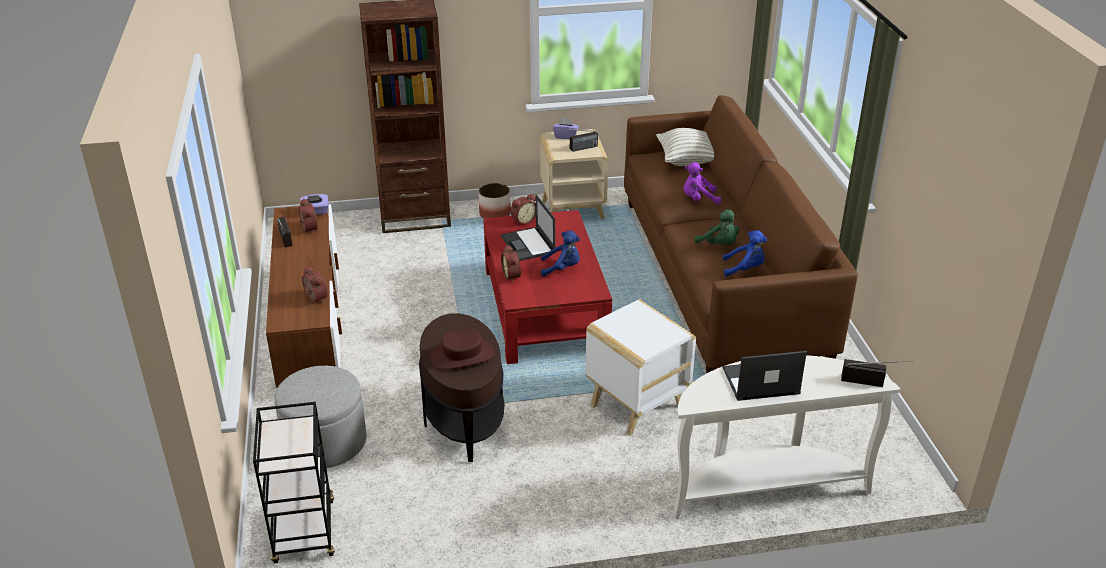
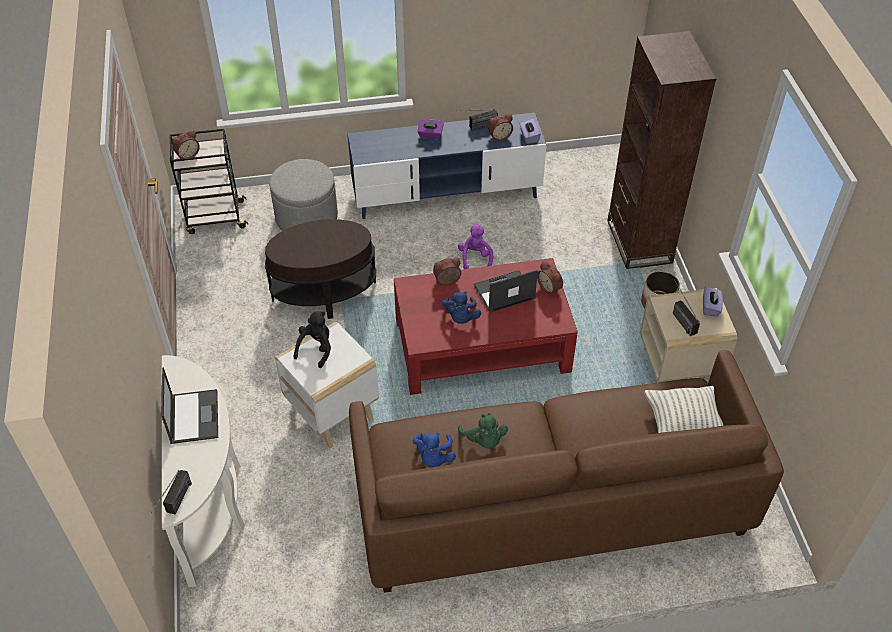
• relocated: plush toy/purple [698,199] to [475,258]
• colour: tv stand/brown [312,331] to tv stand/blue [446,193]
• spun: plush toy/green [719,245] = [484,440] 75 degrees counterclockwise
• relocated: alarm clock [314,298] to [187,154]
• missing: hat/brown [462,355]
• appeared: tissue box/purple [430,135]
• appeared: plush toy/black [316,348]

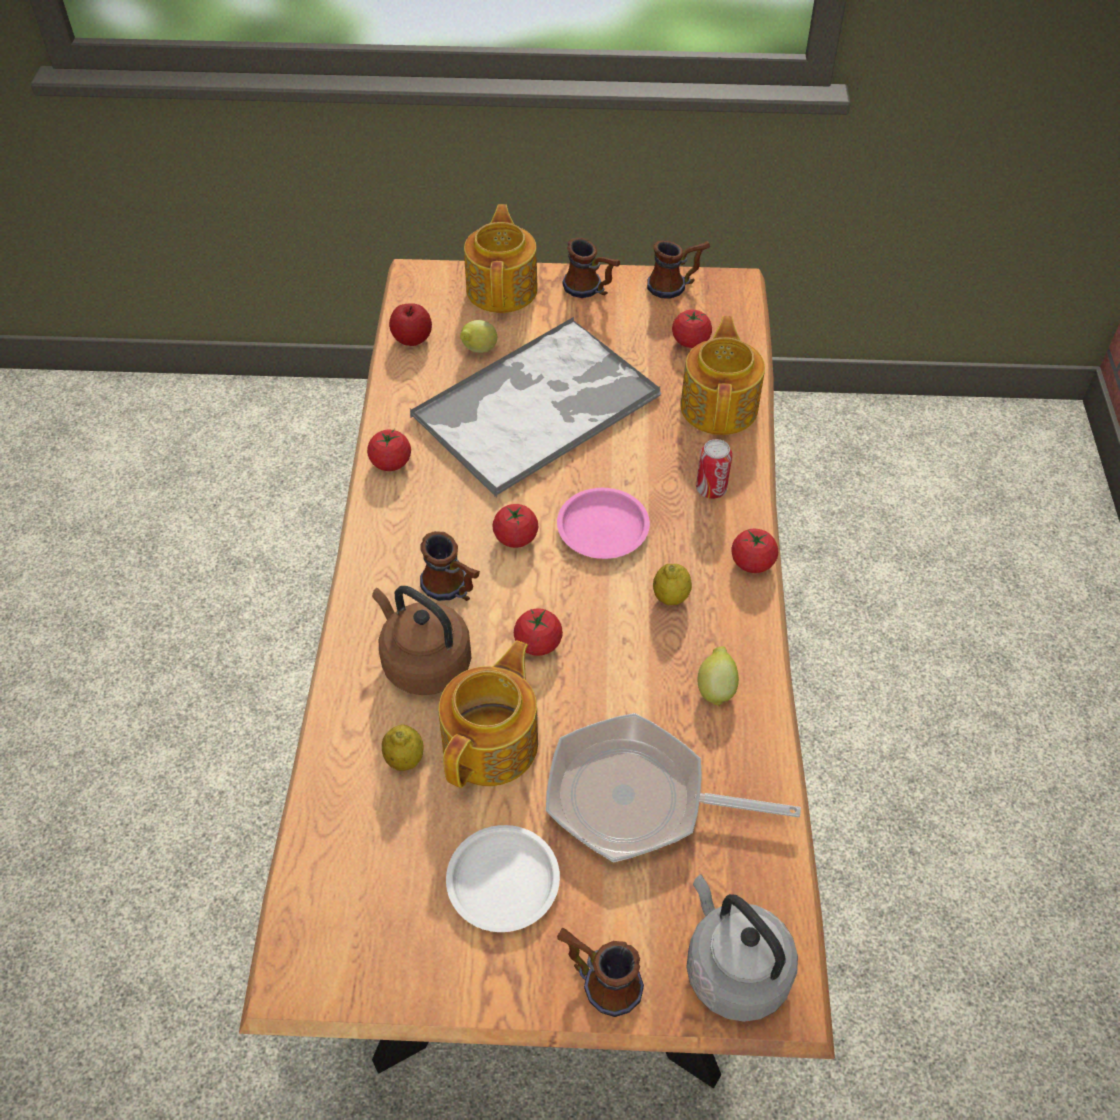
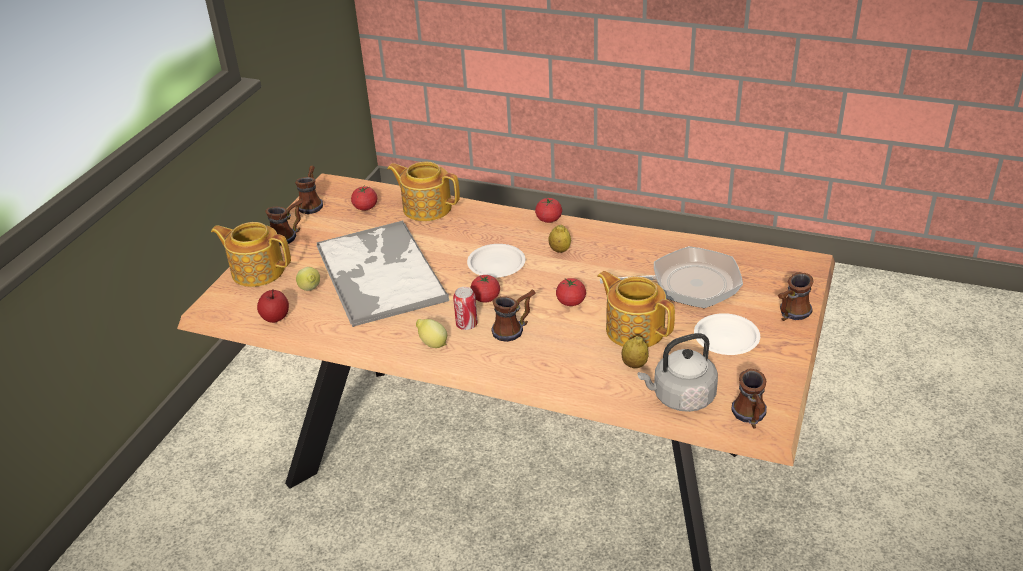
• missing: tomato [391,462]
• relocated: can [711,489] to [466,325]
• colour: plate/pink [603,529] to plate/white [497,265]
• missing: kettle/brown [423,662]
• relocated: lemon [716,688] to [432,344]
• spun: frying pan [638,799] = [688,284] 120 degrees counterclockwise
• relocated: kettle/grey [733,968] to [680,397]
• appeared: mug [750,418]

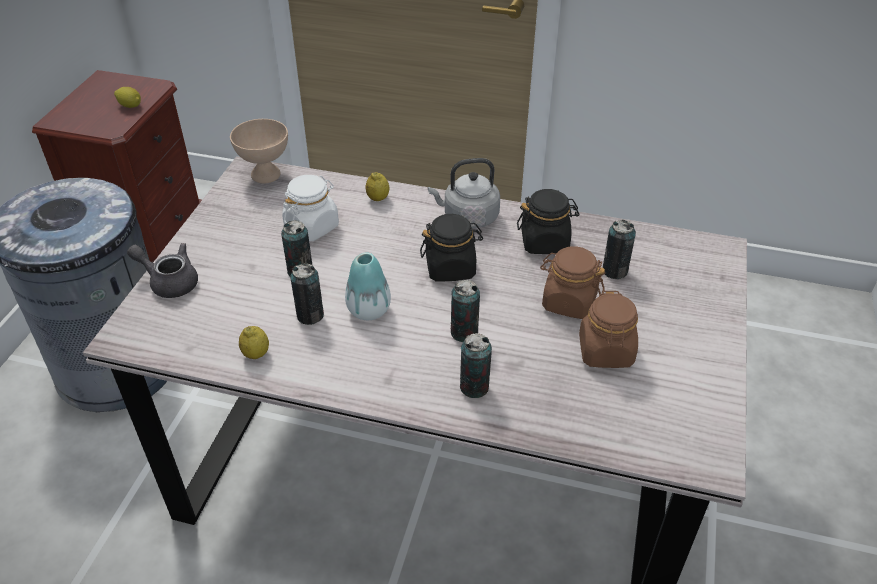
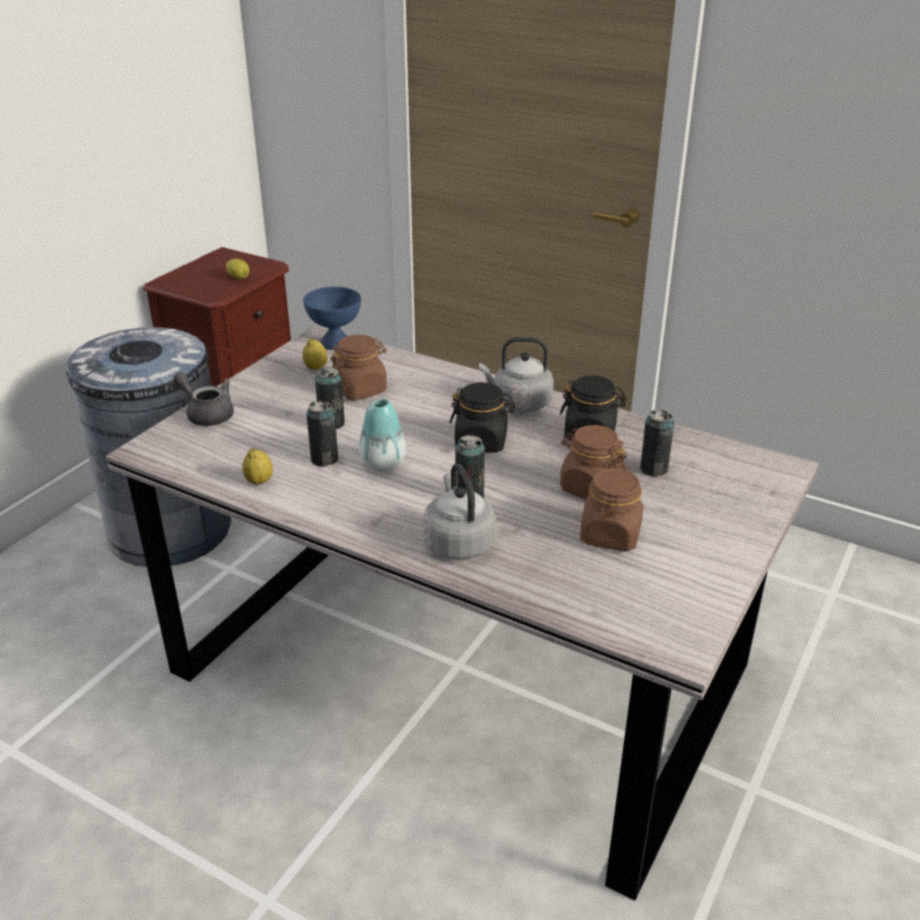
• colour: bowl/beige [266,175] to bowl/blue [335,343]
• relocated: lemon [378,198] to [316,368]
• colour: jar/white [312,227] to jar/brown [360,390]
• exchanged: can [474,387] to kettle/grey [458,542]

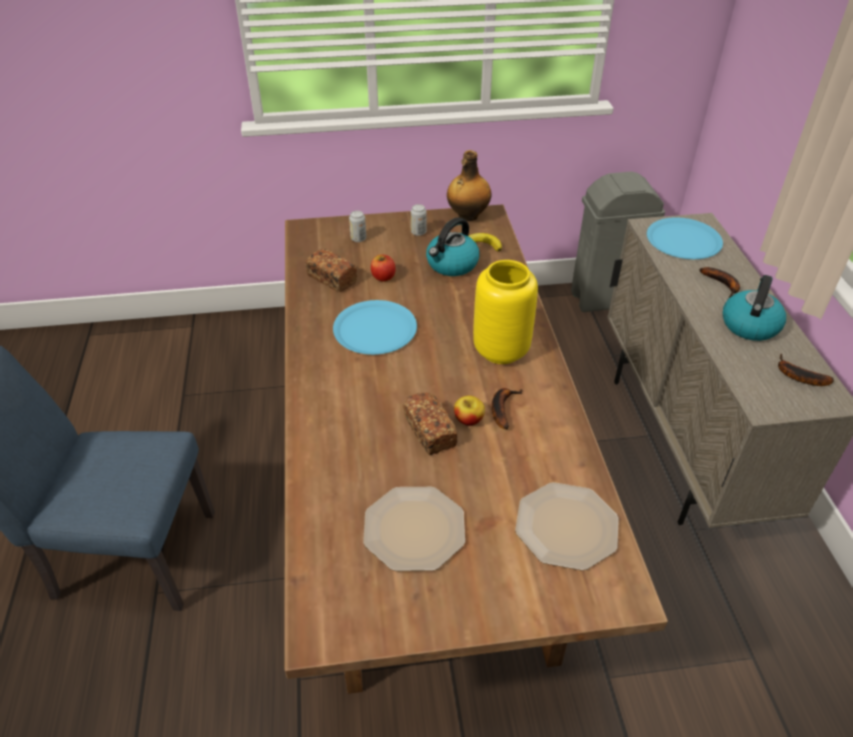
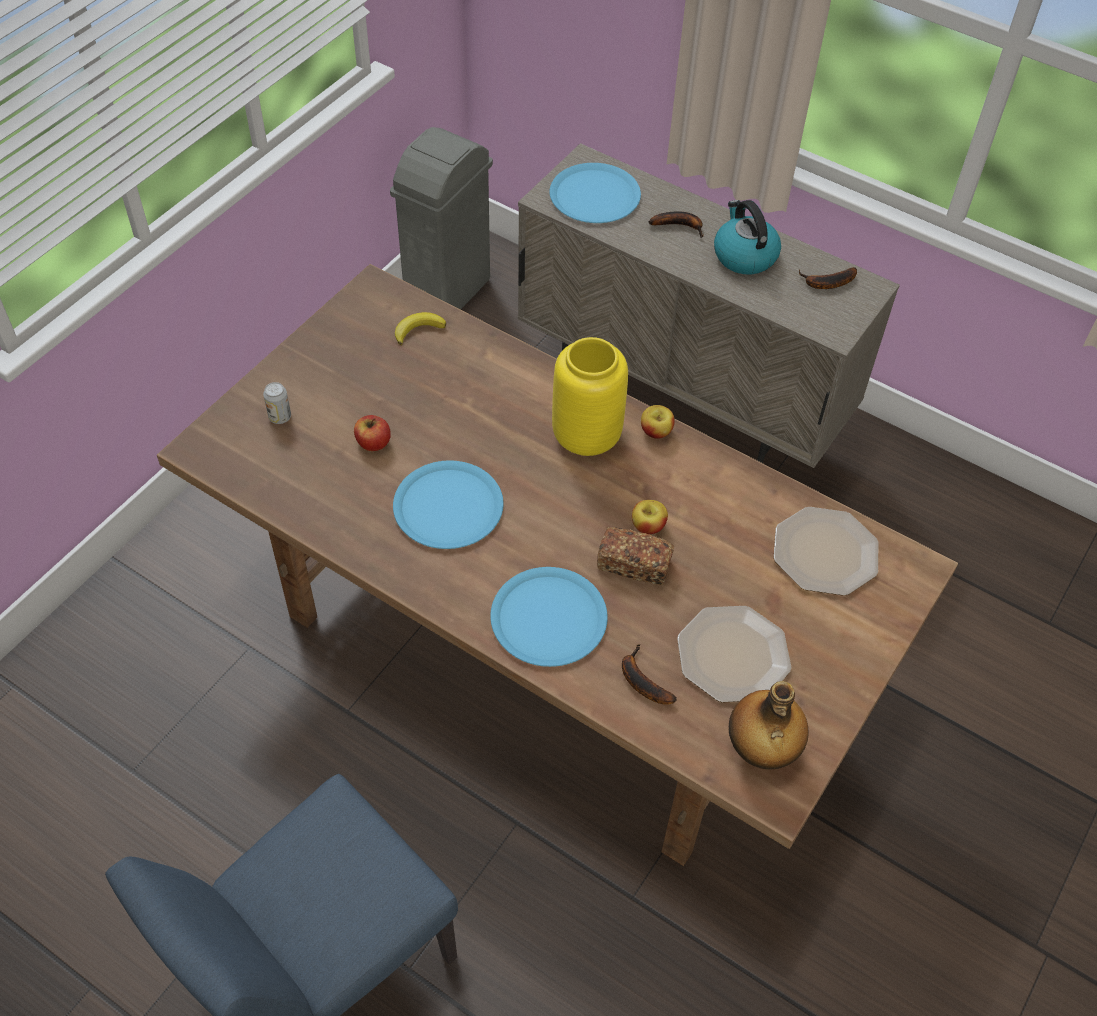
• relocated: bottle [467,216] to [760,750]
• missing: can [418,232]
• missing: kettle [451,265]
• missing: bread [331,279]
• relocated: banana [502,408] to [641,680]
• appeared: apple [656,431]
• appeared: plate/blue [548,618]

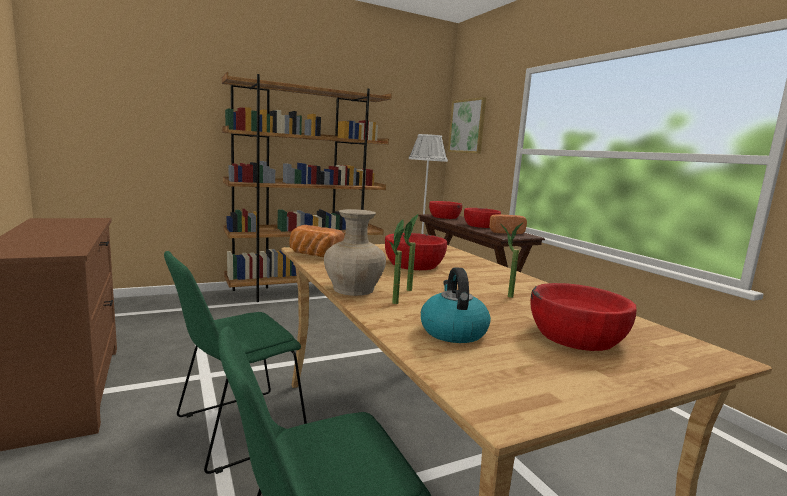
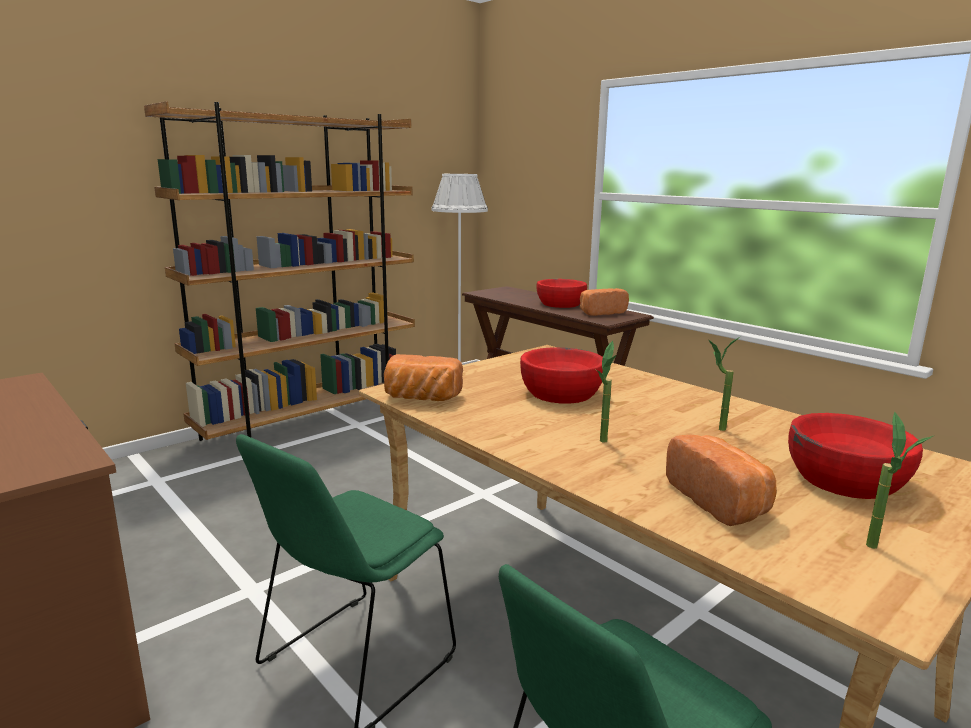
• missing: picture [467,126]
• missing: bowl/red [444,217]
• missing: vase/beige [353,289]
• relocated: potted plant [394,305] to [879,551]
• exchanged: kettle [452,331] to bread [720,501]

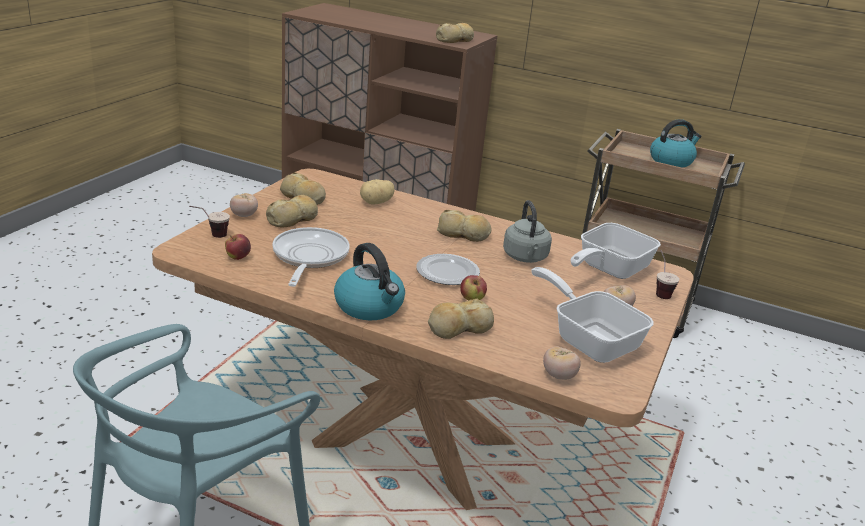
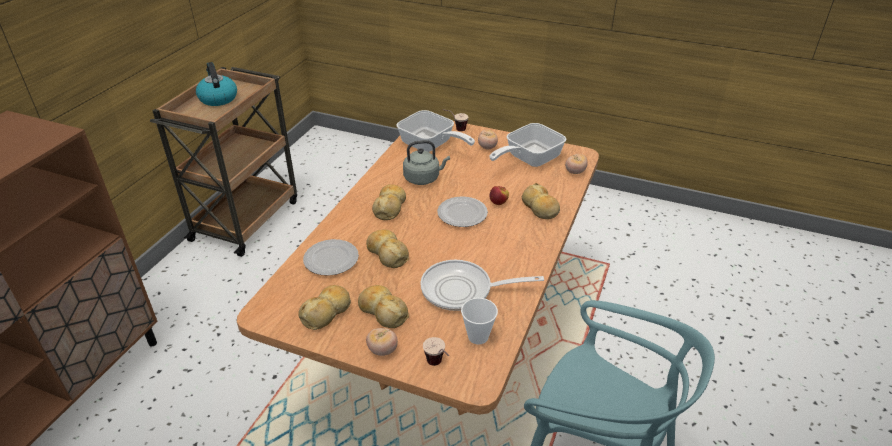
• relocated: bread [455,40] to [387,253]
• exchanged: potato [377,203] to plate [331,259]
• exchanged: apple [238,257] to cup [478,336]
• missing: kettle [370,306]

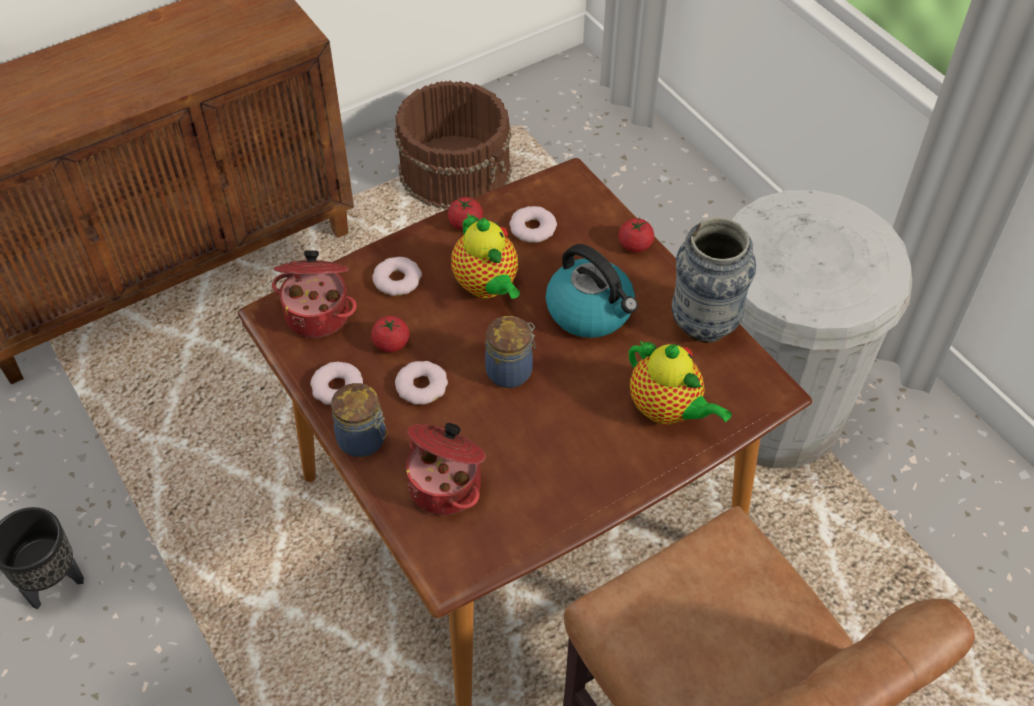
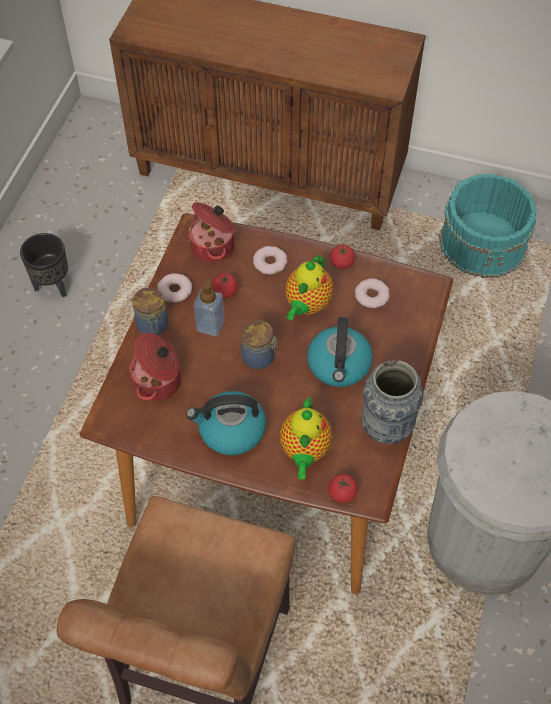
• colour: bucket/brown [456,171] to bucket/turquoise [483,243]
• relocated: tomato [635,245] to [342,493]
• exchanged: donut [422,386] to soap dispenser [210,325]
• appeared: kettle [231,431]

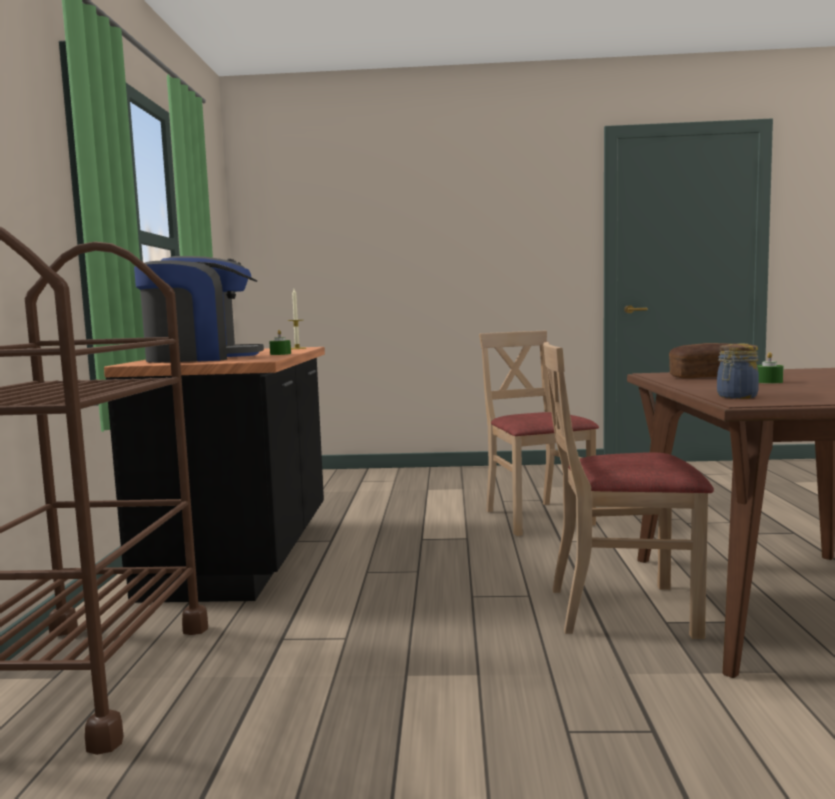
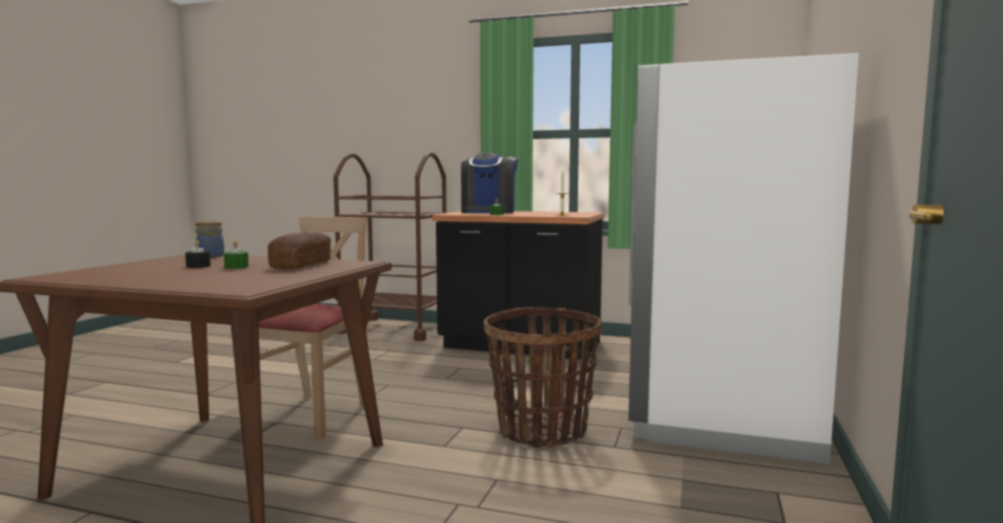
• exchanged: chair/beige [536,518] to basket [542,431]
• appeared: fridge/white [720,414]
• appeared: candle/black [198,266]

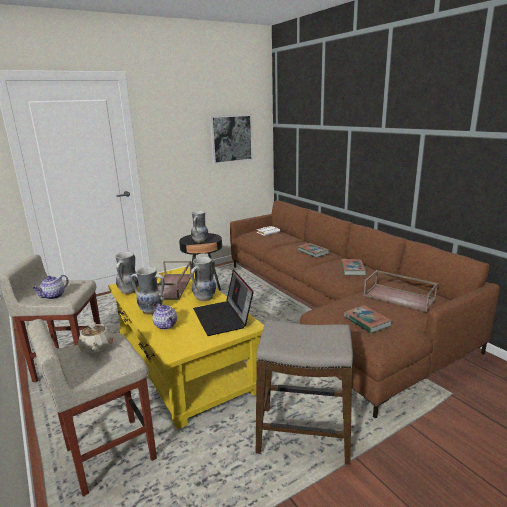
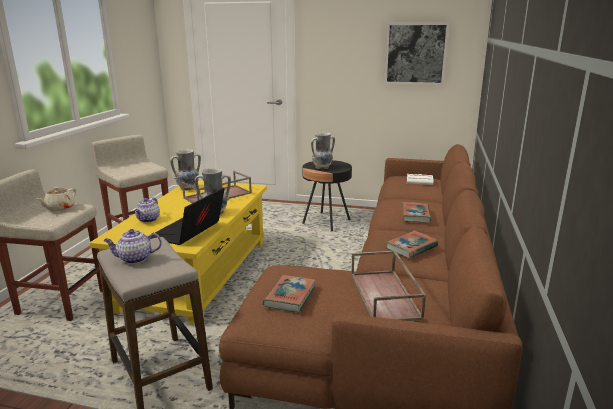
• missing: vase [151,310]
• relocated: teapot [53,296] to [134,259]

